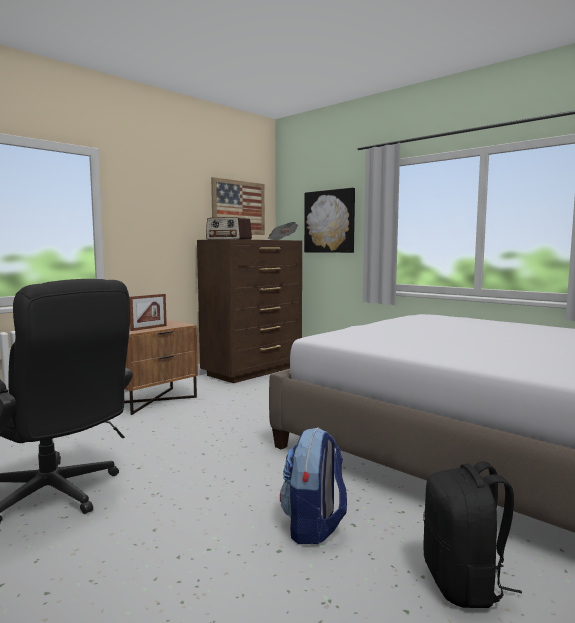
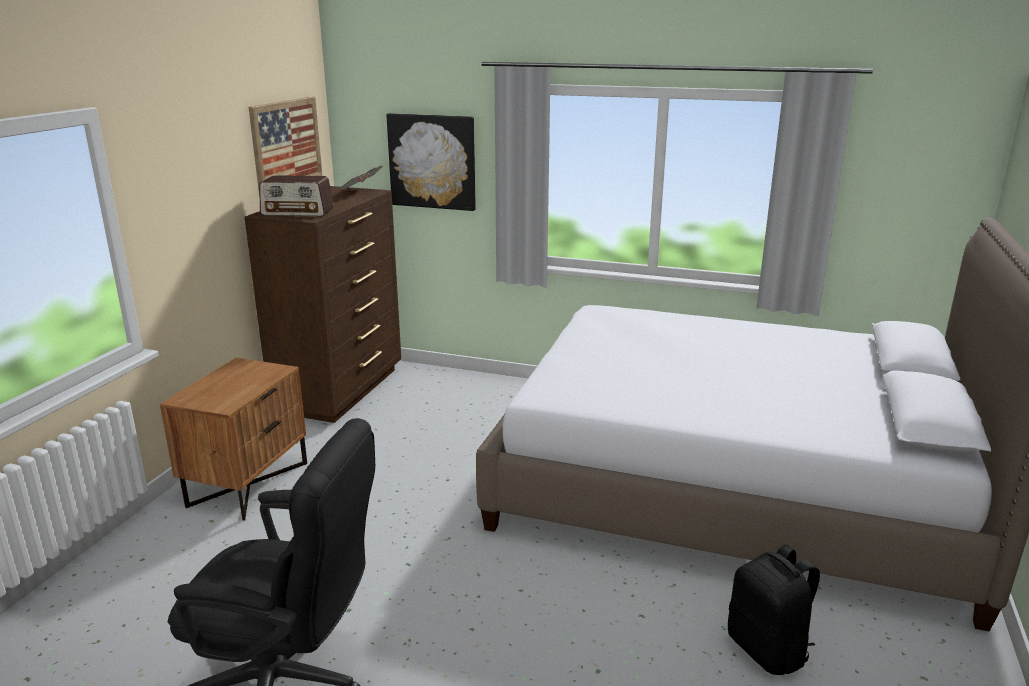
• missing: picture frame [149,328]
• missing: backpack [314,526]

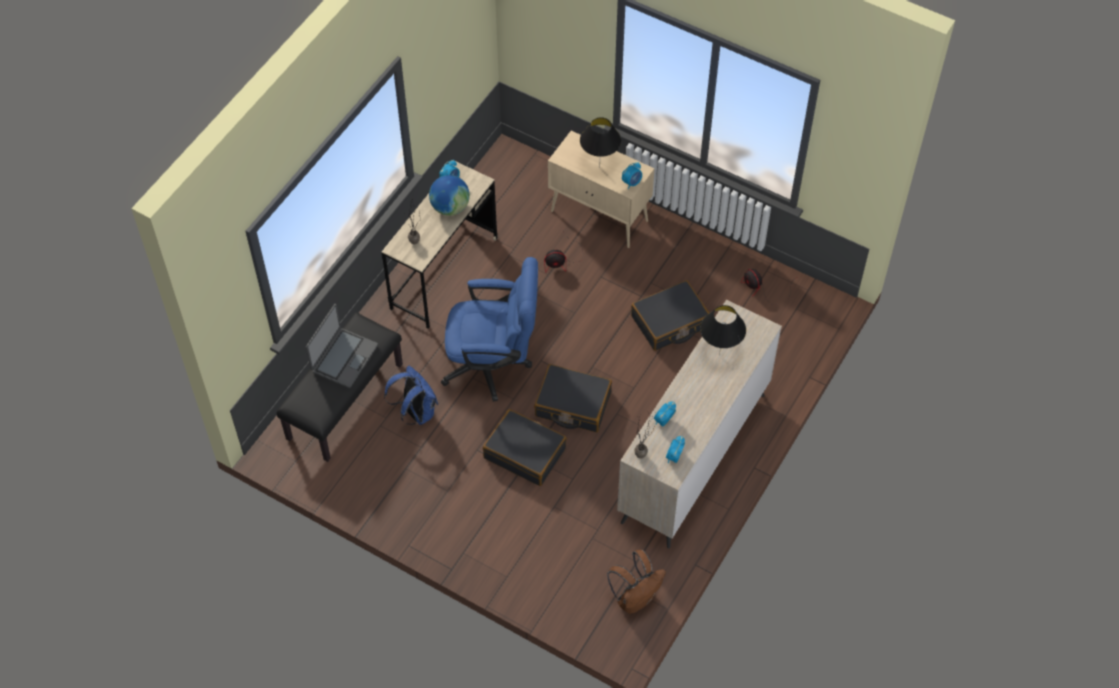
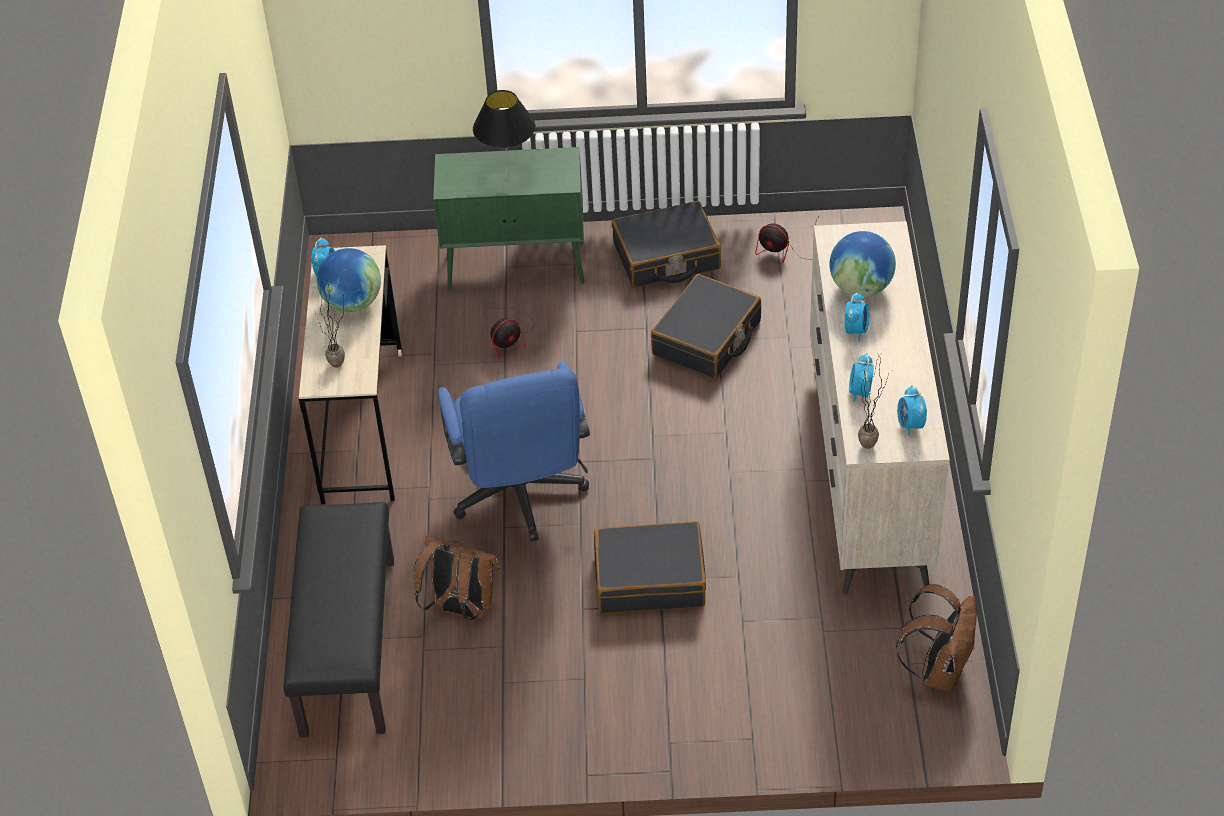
• colour: cabinet/beige [600,216] to cabinet/green [517,266]
• relocated: alarm clock [632,182] to [856,330]
• spun: office chair/blue [494,365] = [520,498] 105 degrees clockwise
• missing: laptop [344,358]
• exchanged: table lamp/black [719,355] to globe [861,287]
• relocated: suitcase/black [573,405] to [666,257]
• colour: backpack/blue [416,412] to backpack/brown [460,608]

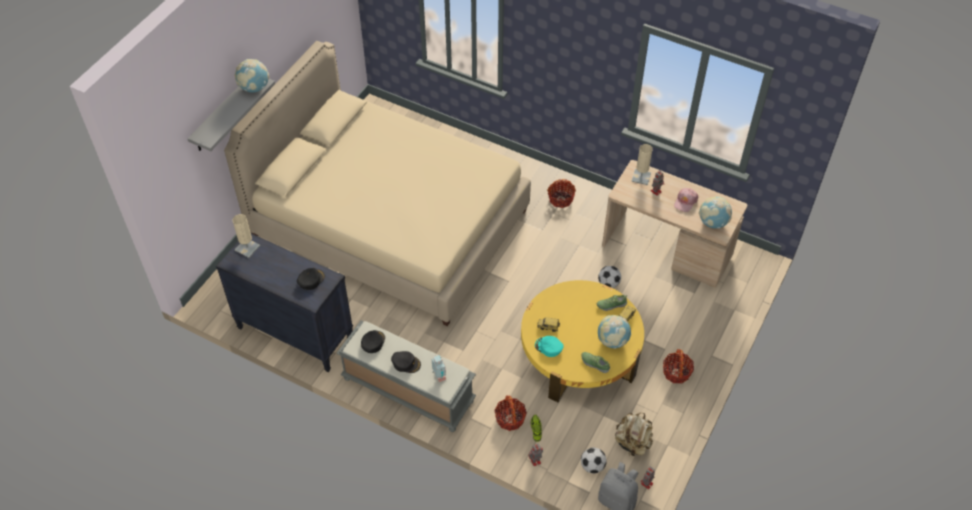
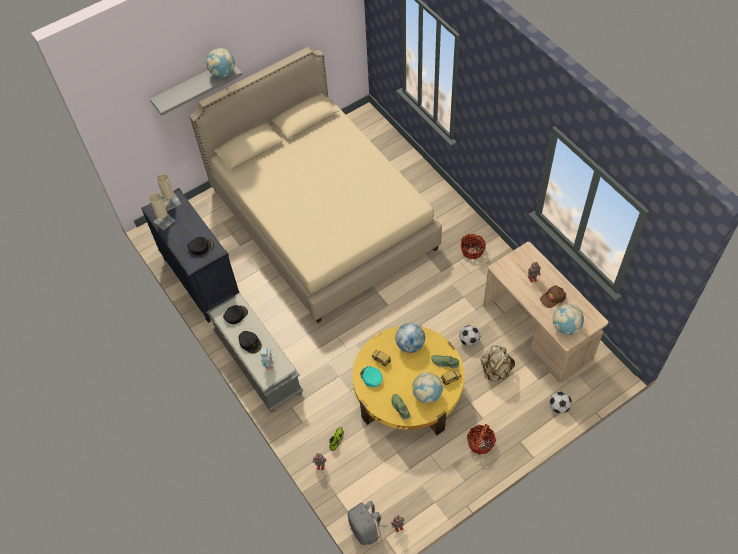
• relocated: table lamp/beige [641,177] to [164,221]
• colour: cap/pink [685,202] to cap/brown [552,298]
• missing: basket [510,419]
• relocated: backpack/beige [633,443] to [495,370]
• relocated: football [592,466] to [558,407]
• appeared: globe [410,345]

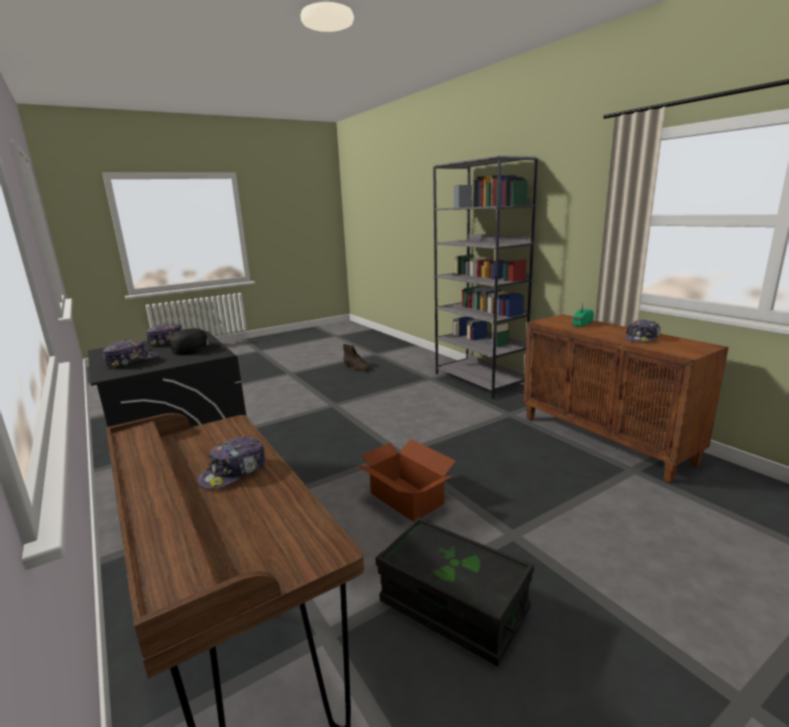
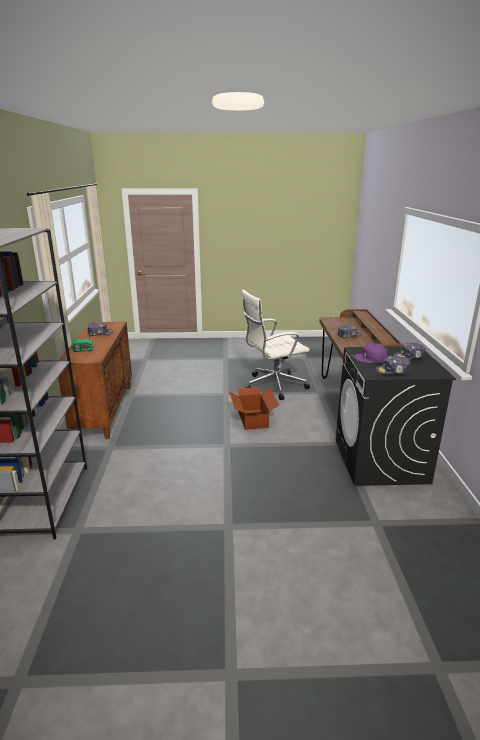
• colour: cap/black [196,349] to cap/purple [370,358]
• missing: boot/brown [357,367]
• exchanged: storage box/black [453,607] to office chair/white [273,386]

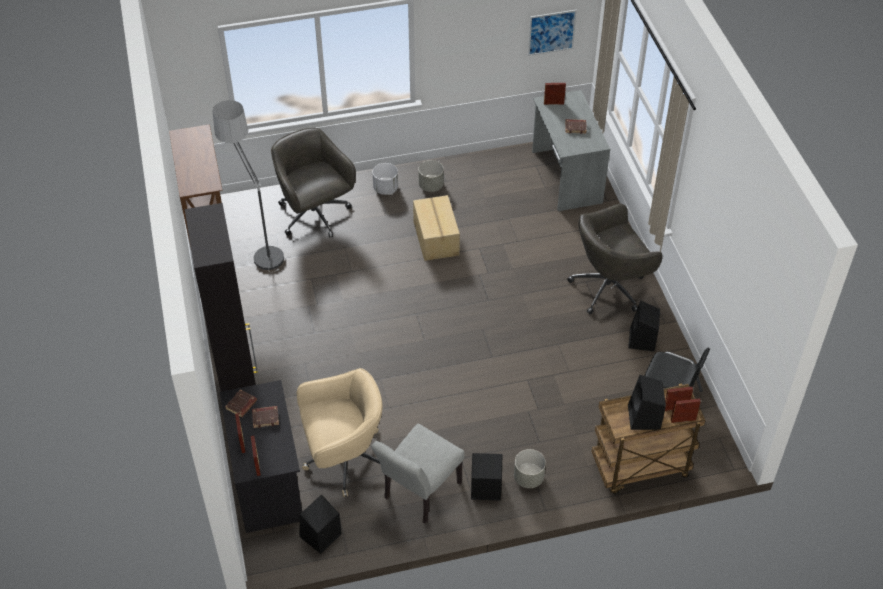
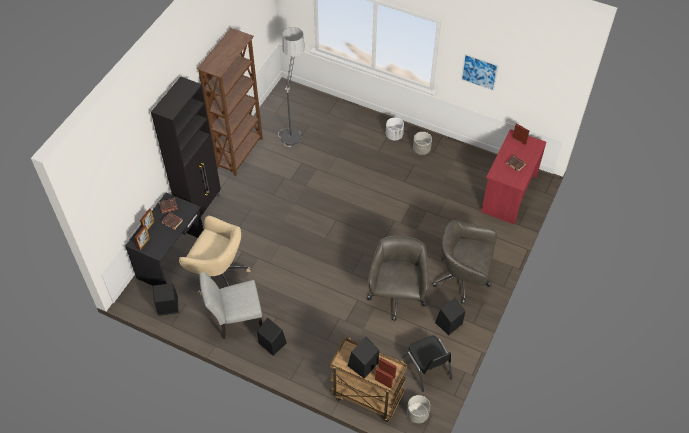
• relocated: picture [551,32] to [479,72]
• colour: desk/grey [565,177] to desk/red [508,194]
• relocated: office chair/grey [315,216] to [397,297]
• missing: cardboard box [437,238]
• relocated: planter/grey [528,478] to [417,414]

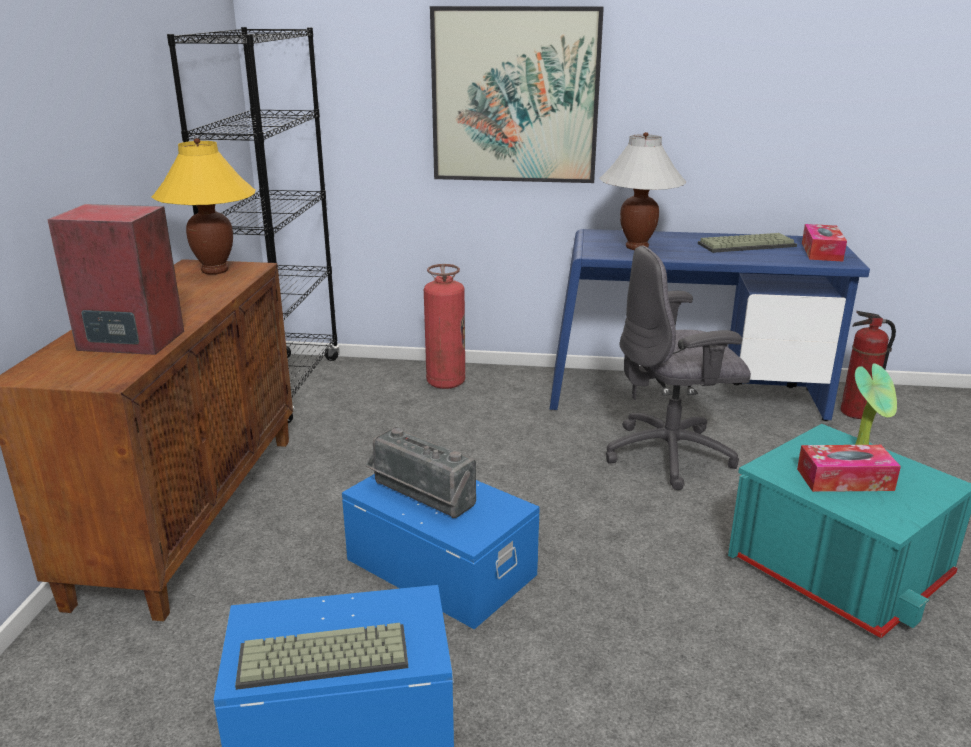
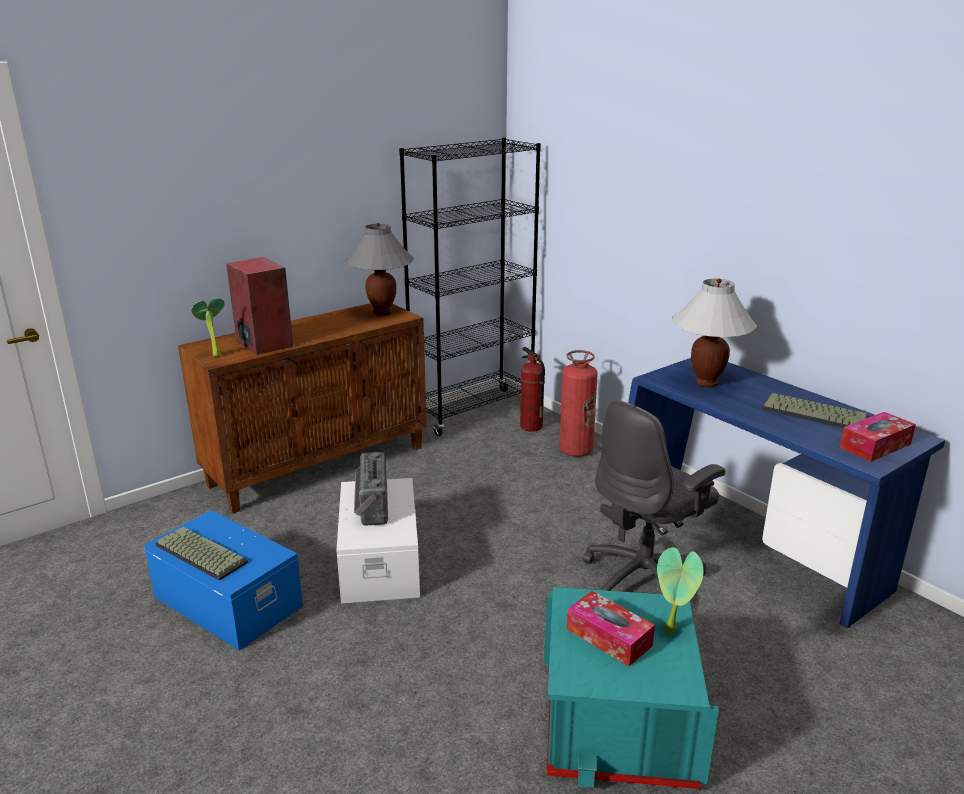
• missing: picture [515,96]
• colour: table lamp/yellow [215,271] to table lamp/grey [382,313]
• spun: office chair/grey [671,455] = [645,578] 75 degrees counterclockwise
• relocated: fire extinguisher [856,413] to [530,426]
• colour: storage box/blue [442,565] to storage box/white [381,561]
• appeared: potted plant [214,355]

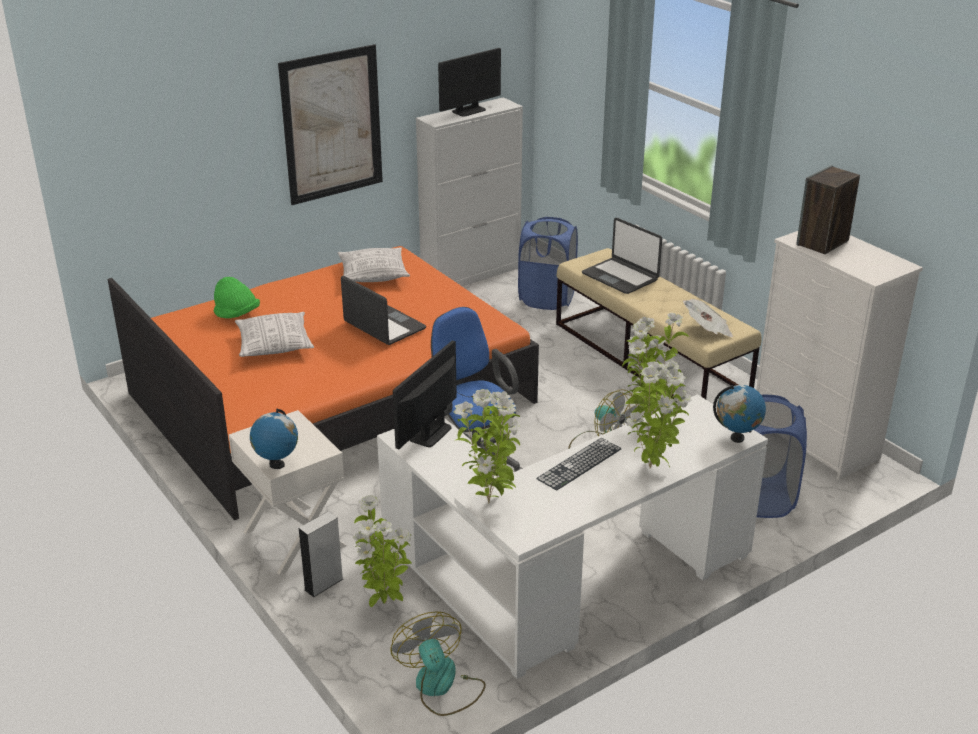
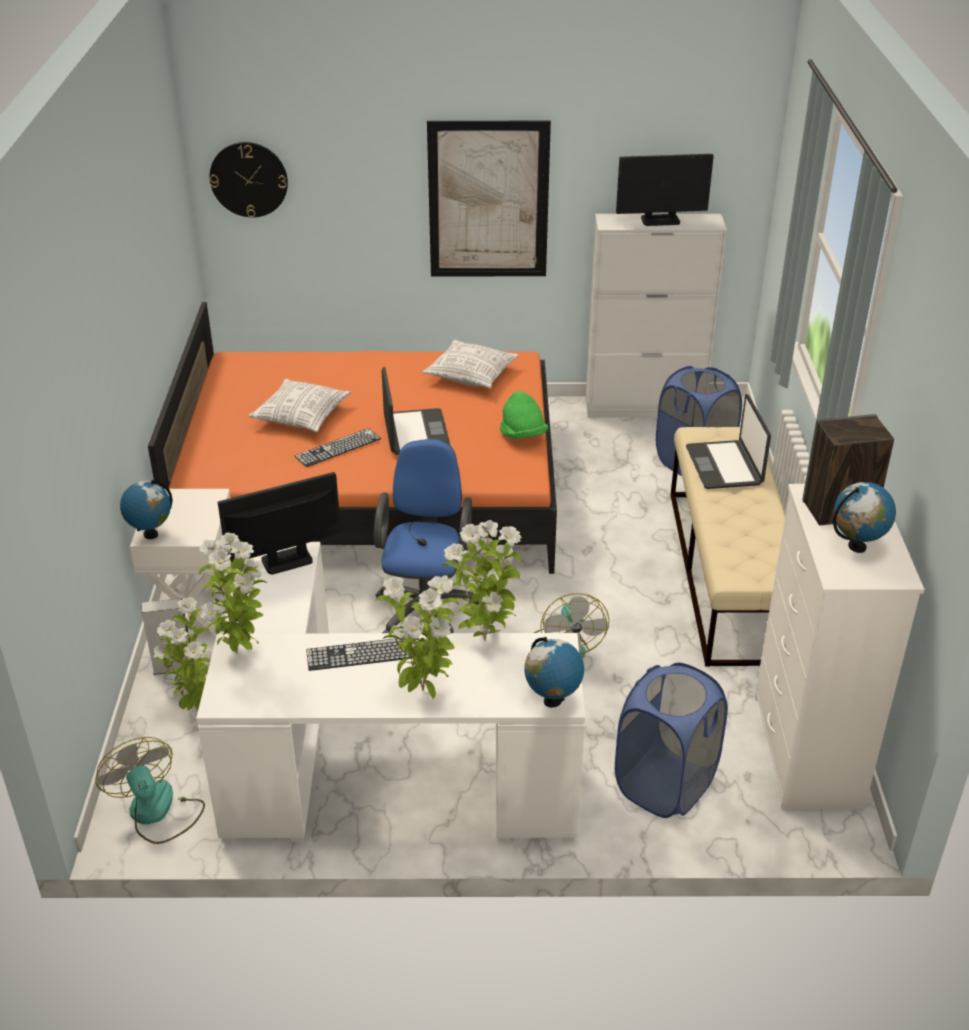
• relocated: hat/green [237,315] to [522,435]
• missing: newspaper [707,330]
• spun: fan [441,686] = [157,812] 45 degrees counterclockwise
• appeared: wall clock [249,179]
• appeared: keyboard [338,447]
• appeared: globe [857,547]

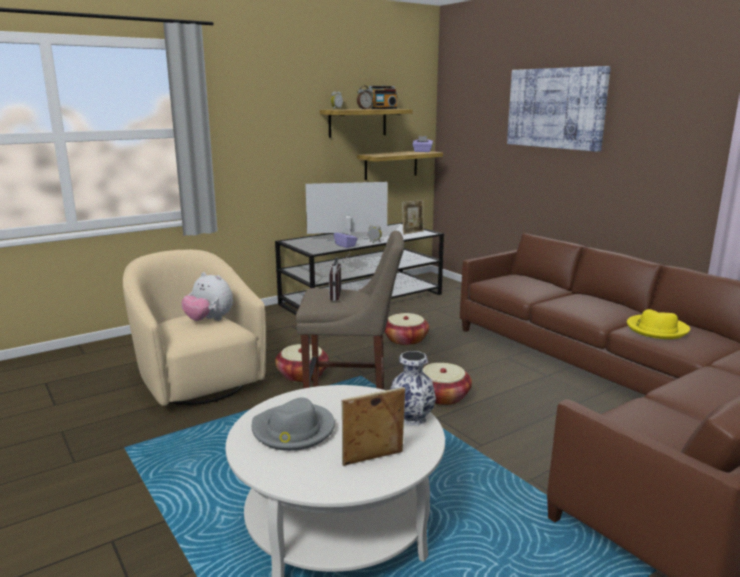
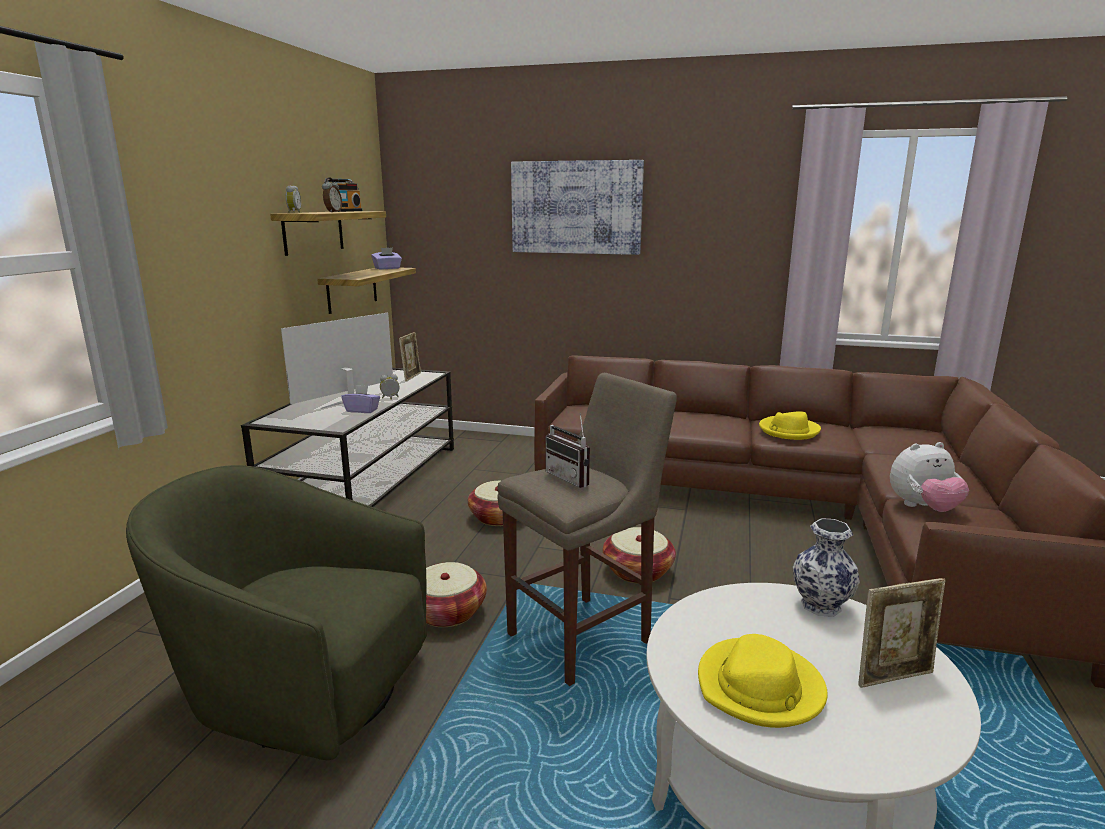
• colour: armchair/beige [197,380] to armchair/green [300,688]
• relocated: plush toy [209,320] to [923,508]
• spun: picture frame [373,460] = [894,676] 135 degrees counterclockwise
• colour: hat/grey [293,430] to hat/yellow [760,688]

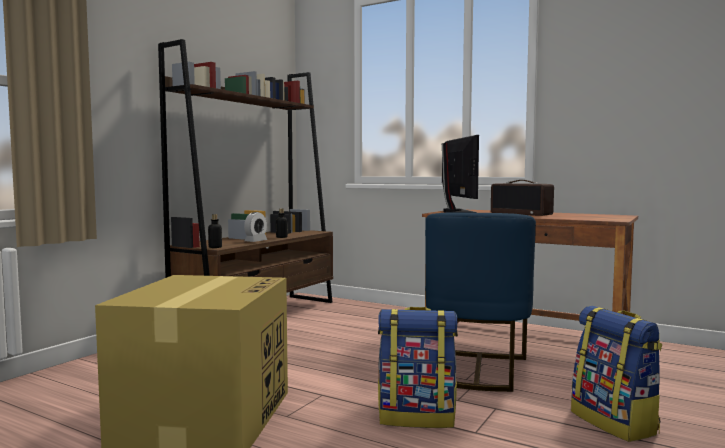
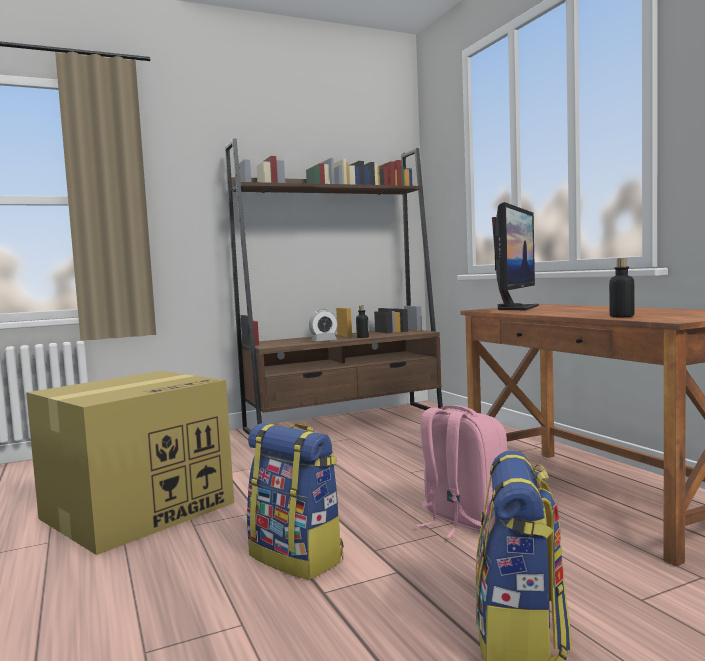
• missing: radio [522,214]
• exchanged: chair/blue [477,370] to backpack/pink [462,521]
• relocated: bottle [215,247] to [621,316]

